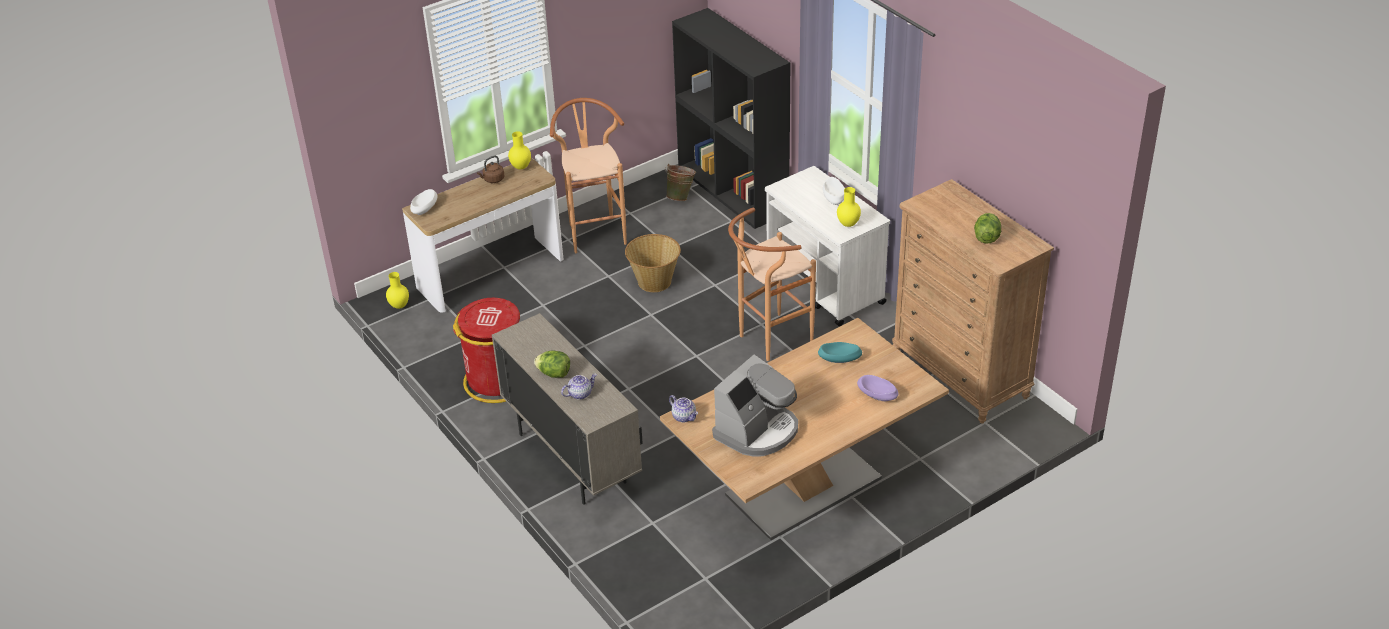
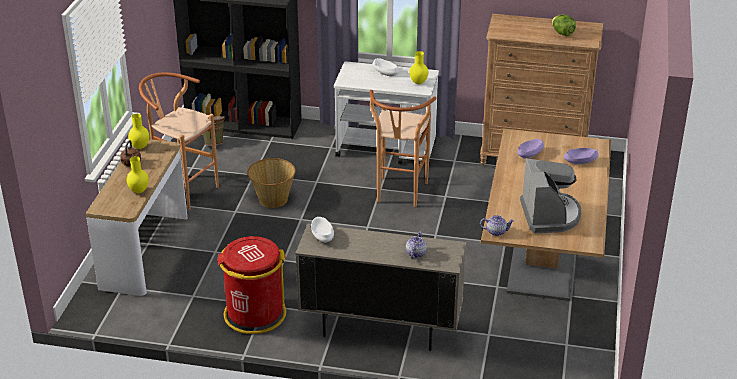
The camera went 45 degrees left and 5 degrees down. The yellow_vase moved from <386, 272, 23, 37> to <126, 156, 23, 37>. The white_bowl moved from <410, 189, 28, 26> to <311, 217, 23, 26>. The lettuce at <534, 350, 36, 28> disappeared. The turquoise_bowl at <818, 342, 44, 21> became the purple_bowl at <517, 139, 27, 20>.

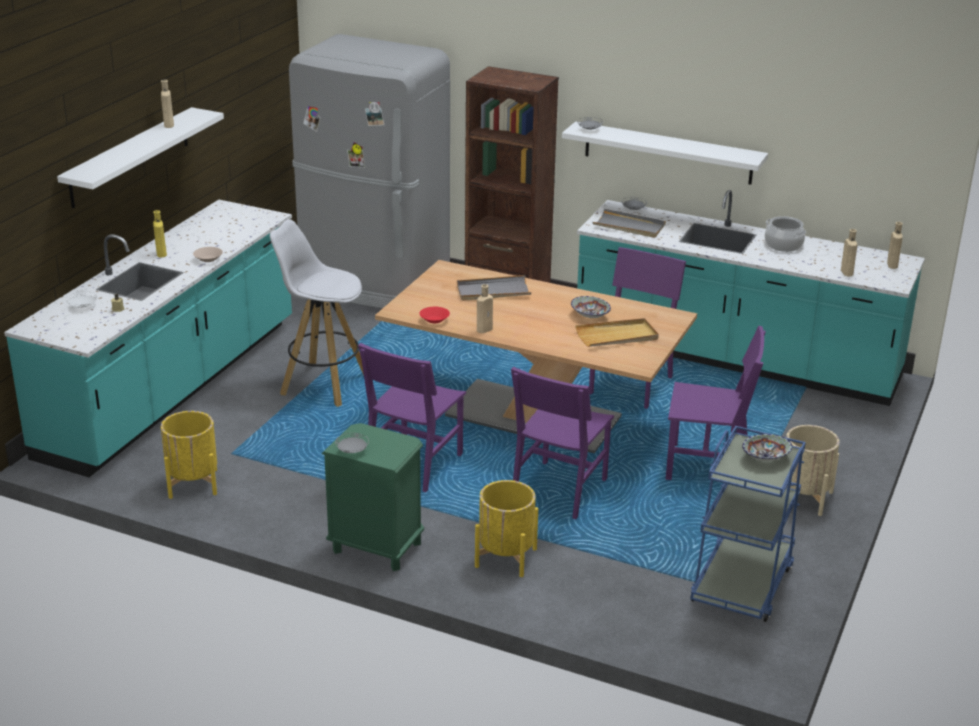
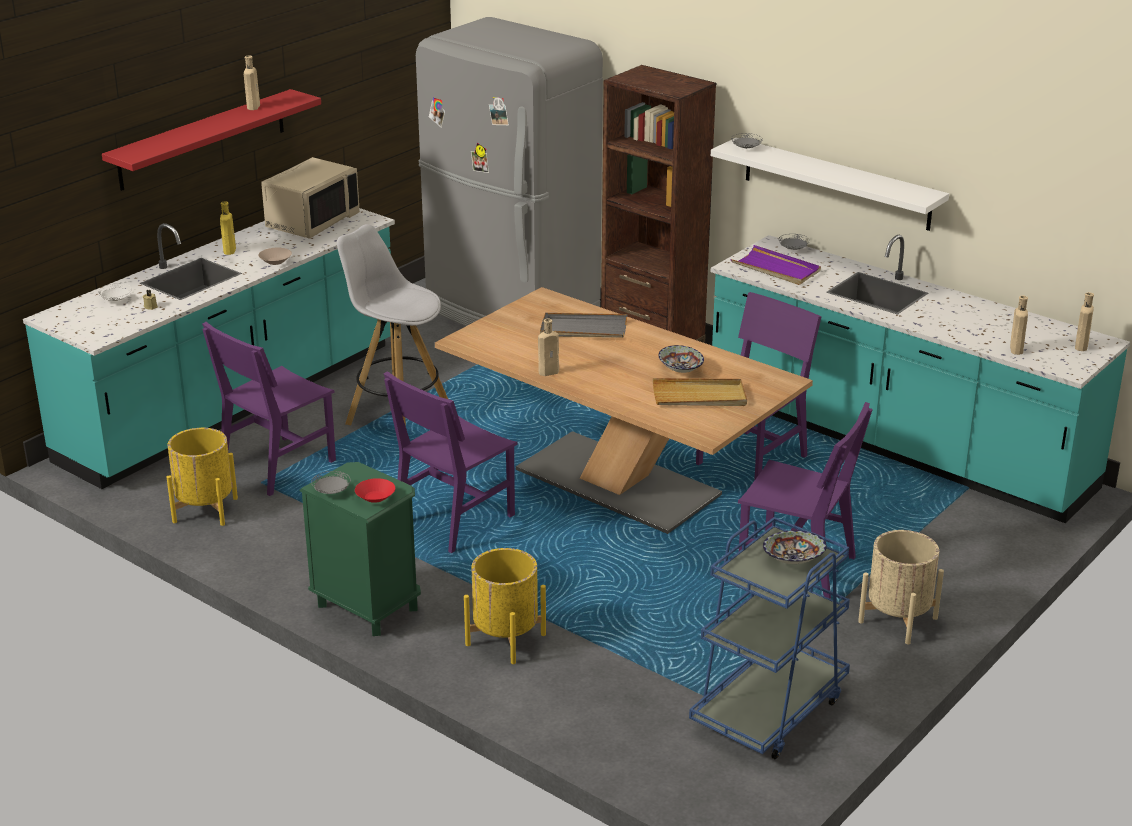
The camera went 15 degrees right and 0 degrees up. The white_shelf at <57, 107, 167, 101> became the red_shelf at <102, 89, 219, 102>. The red_bowl moved from <419, 307, 31, 16> to <355, 478, 40, 25>. The purple_chair moved from <511, 367, 103, 152> to <202, 322, 134, 174>. The grey_tray at <592, 209, 74, 29> became the purple_tray at <731, 245, 90, 40>. The cooking_pot at <765, 216, 41, 36> disappeared. The beige_microwave at <261, 157, 99, 82> appeared.

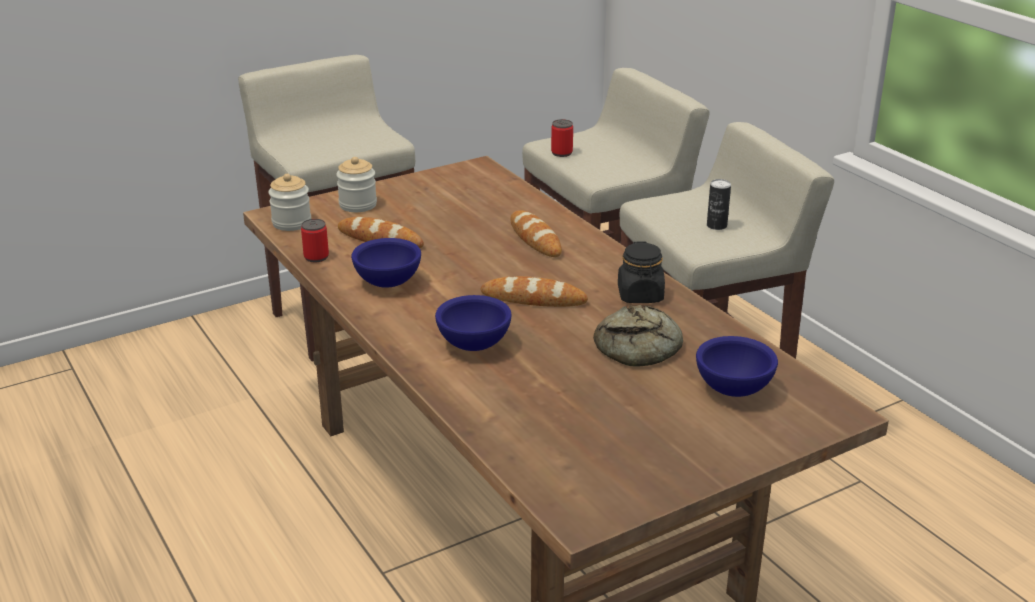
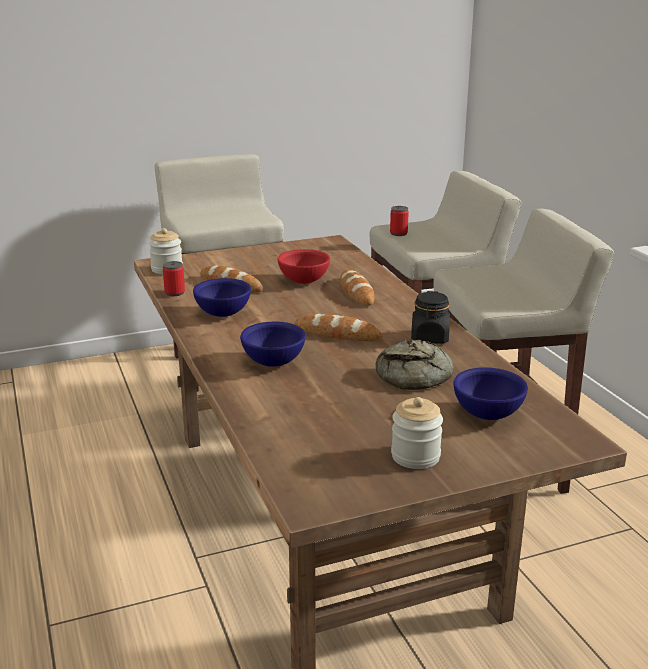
The camera went 10 degrees right and 5 degrees down. The jar moved from <336, 157, 41, 55> to <391, 397, 52, 72>. The can at <707, 179, 24, 51> disappeared. The red_bowl at <278, 249, 52, 35> appeared.

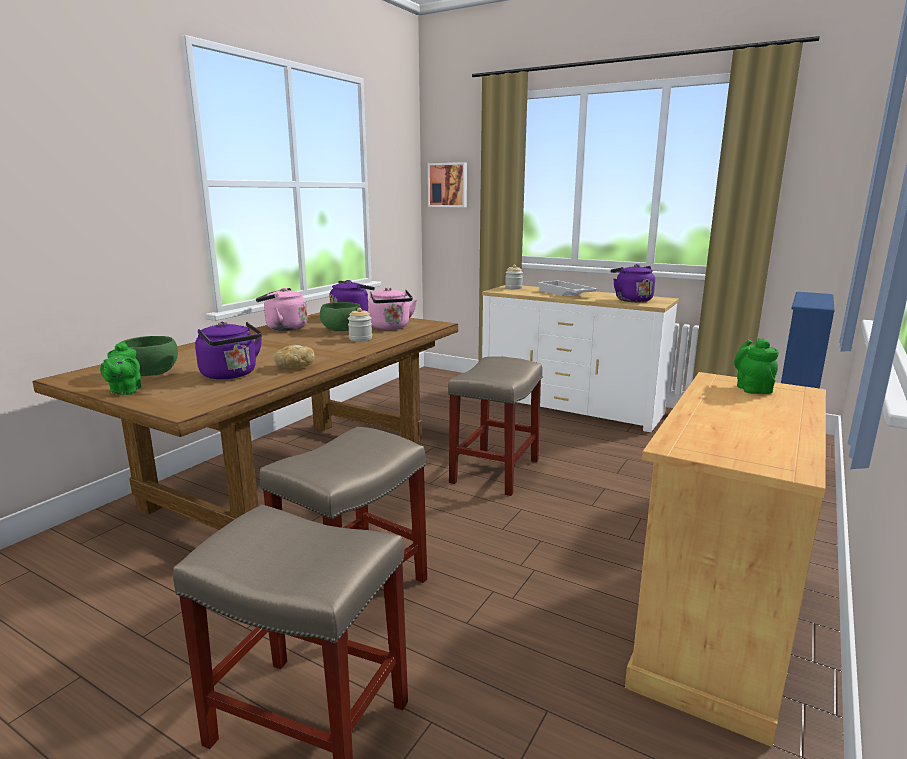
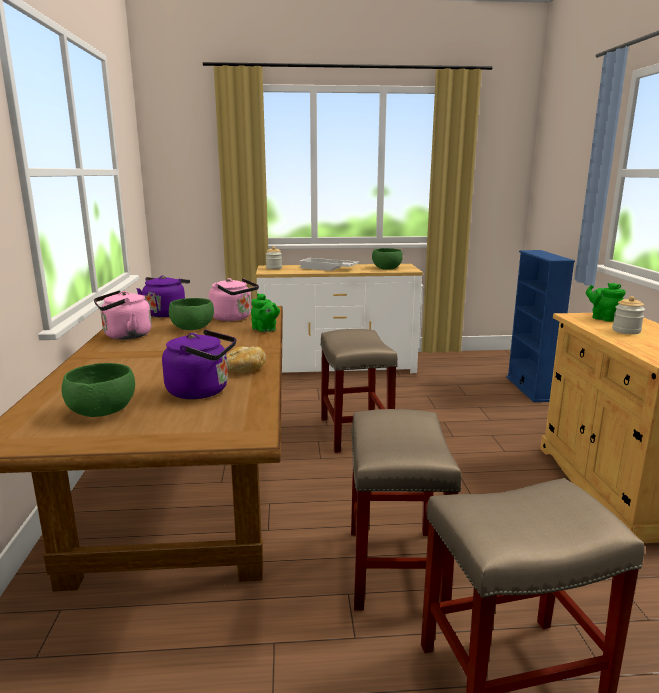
The camera went 35 degrees left and 0 degrees up. The green_teapot moved from <100, 341, 41, 54> to <251, 293, 29, 39>. The jar moved from <348, 308, 24, 33> to <612, 296, 33, 38>. The picture at <428, 162, 39, 45> disappeared. The purple_kettle at <611, 264, 44, 38> was replaced by the green_bowl at <372, 248, 31, 22>.

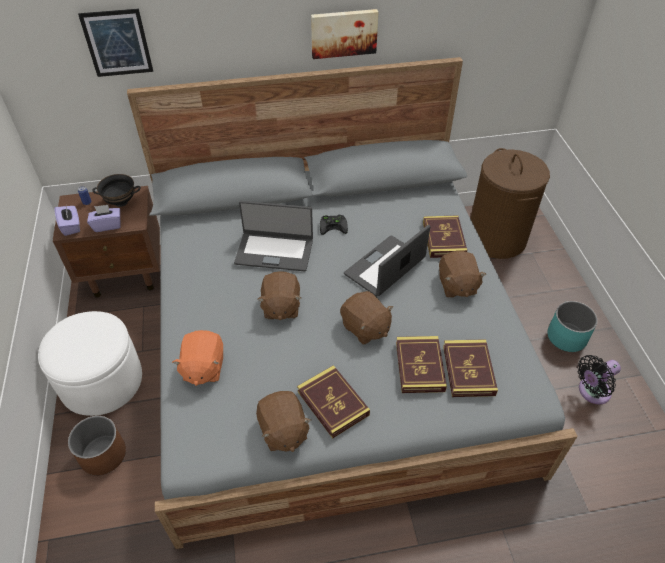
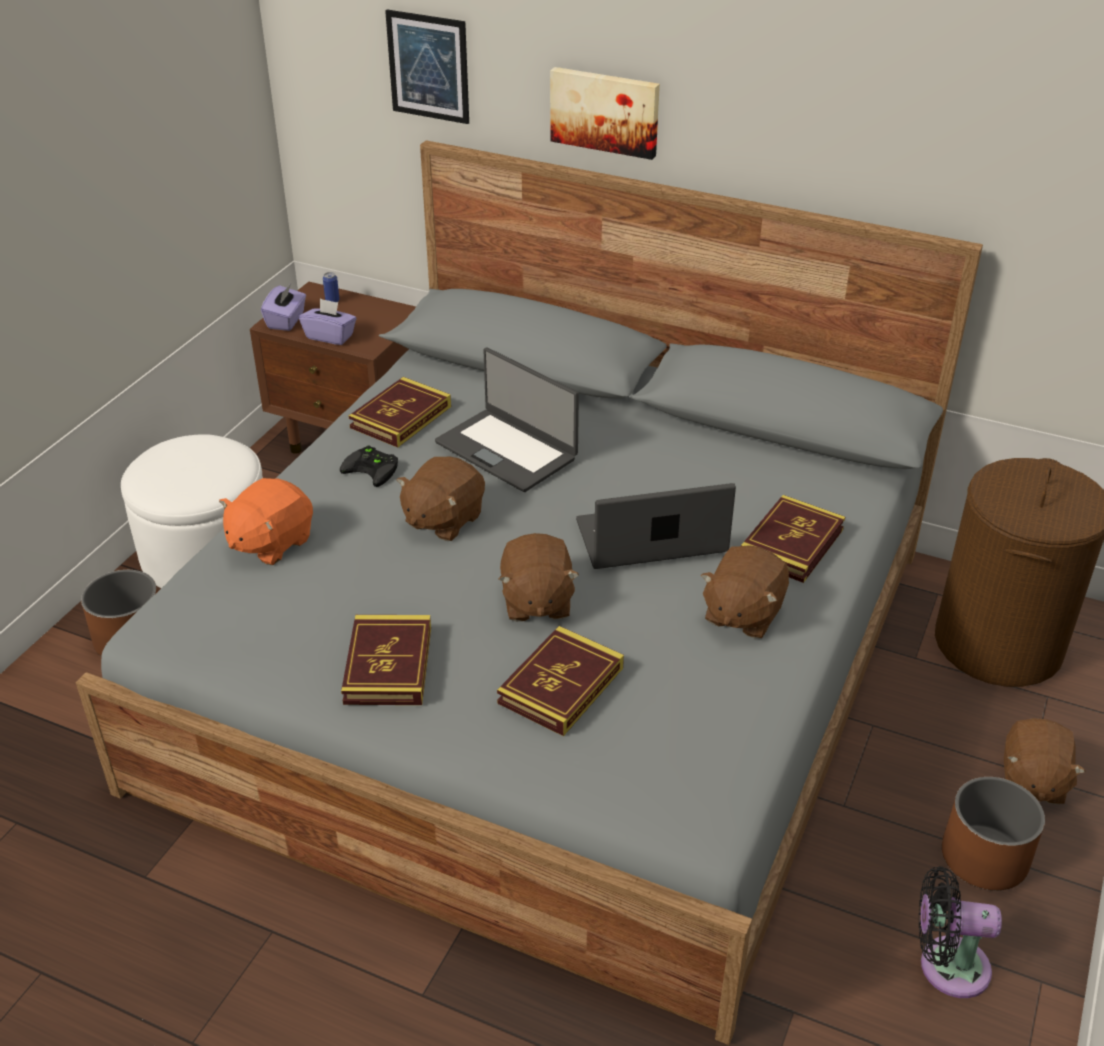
The camera went 35 degrees right and 10 degrees down. The black_bowl at <92, 174, 49, 33> disappeared. The brown_plush_toy moved from <256, 391, 55, 61> to <1004, 718, 82, 87>. The picture moved from <311, 9, 67, 50> to <550, 67, 110, 93>. The black_game_controller moved from <320, 215, 28, 20> to <340, 446, 58, 41>. The book moved from <443, 339, 55, 58> to <349, 377, 102, 71>. The turquoise_planter at <547, 301, 51, 51> became the brown_planter at <942, 777, 103, 114>.

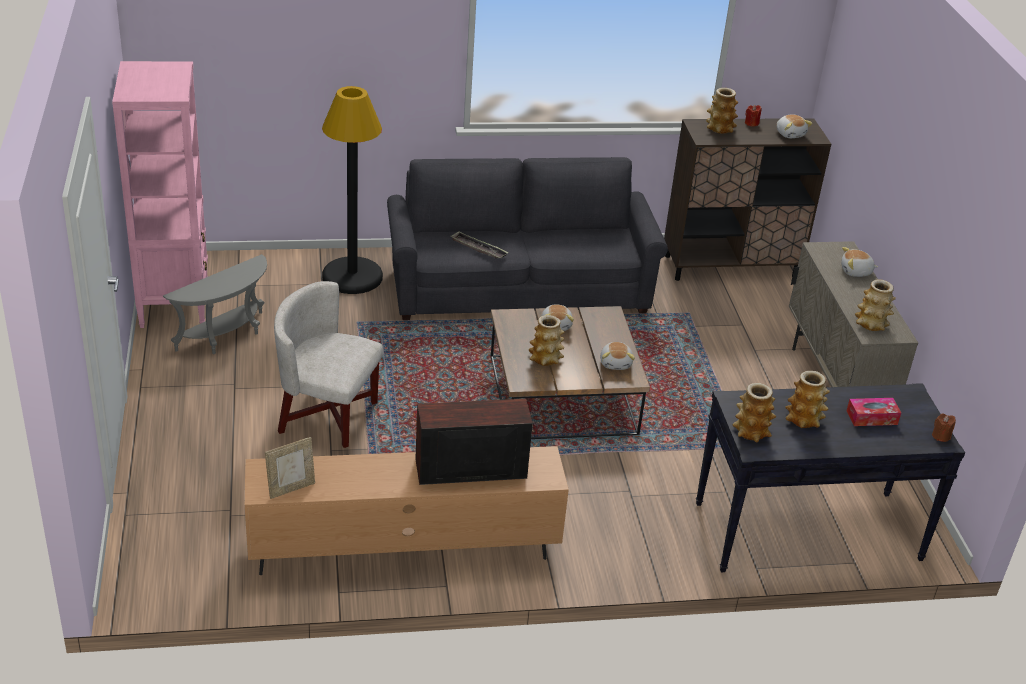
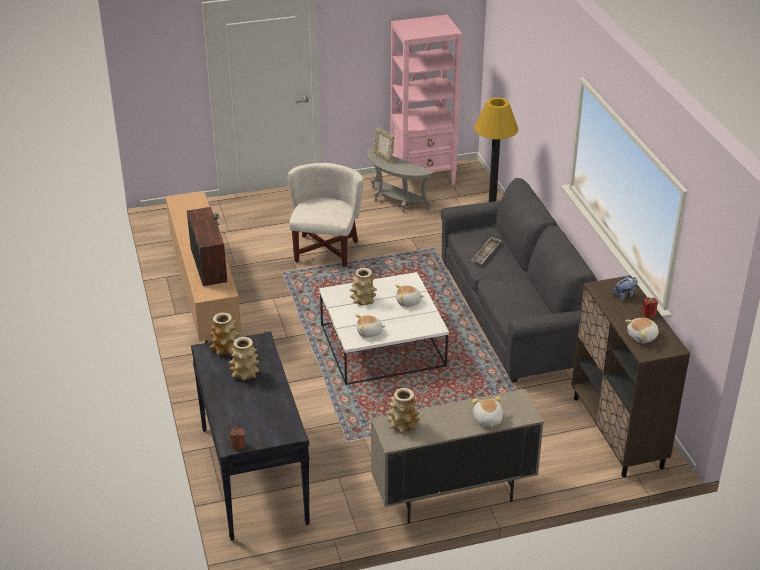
The camera went 85 degrees right and 0 degrees up. The picture_frame moved from <265, 437, 50, 62> to <374, 127, 20, 37>. The brown_coffee_table at <491, 306, 159, 133> became the white_coffee_table at <319, 272, 130, 113>. The vase at <706, 88, 32, 46> was replaced by the plush_toy at <613, 276, 25, 25>. The tissue_box at <846, 398, 55, 28> disappeared.

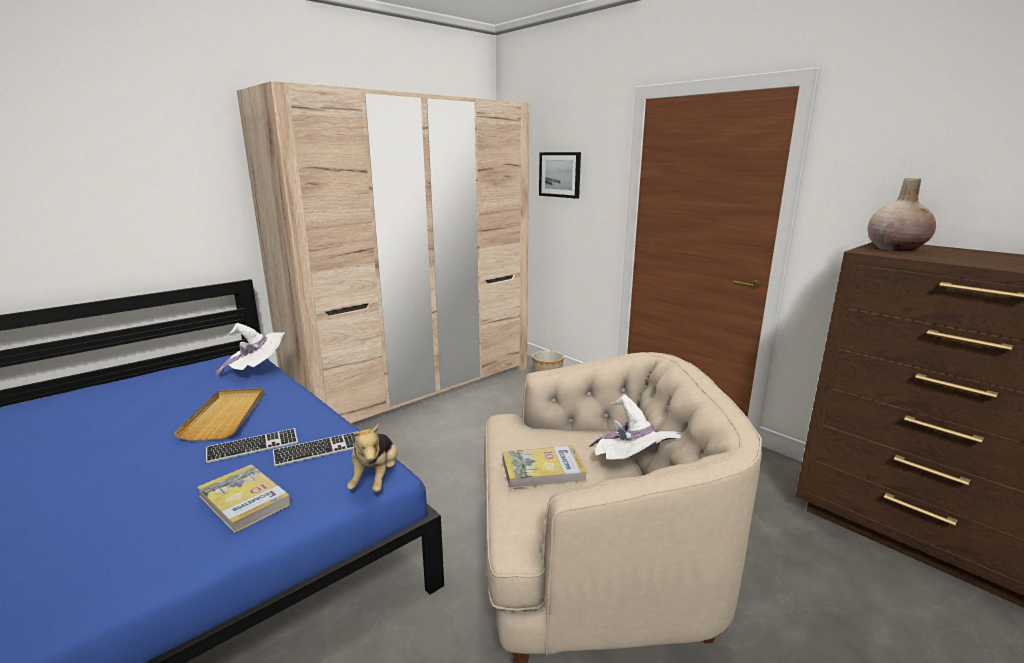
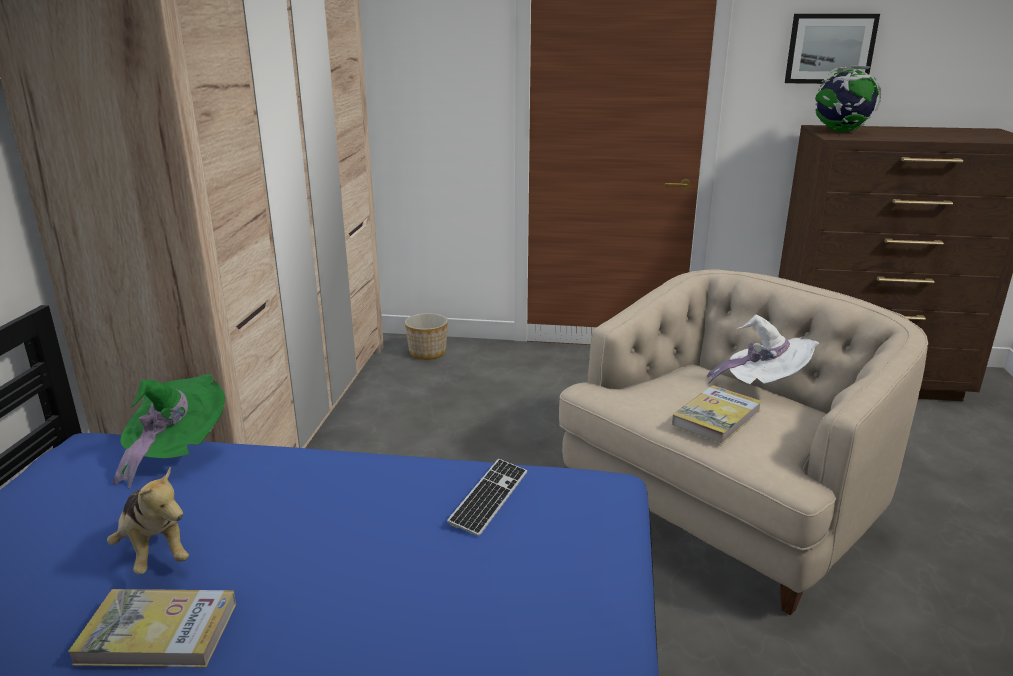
The camera went 40 degrees left and 5 degrees up. The beige_tray at <174, 388, 90, 53> disappeared. The book moved from <197, 464, 94, 69> to <68, 589, 168, 79>. The keyboard at <206, 428, 92, 35> disappeared. The white_hat at <215, 323, 70, 56> became the green_hat at <113, 374, 112, 115>. The plush_toy moved from <347, 424, 51, 68> to <107, 467, 82, 107>. The picture moved from <539, 152, 42, 47> to <785, 14, 95, 70>. The beige_vase at <867, 178, 69, 74> was replaced by the globe at <815, 66, 67, 66>.

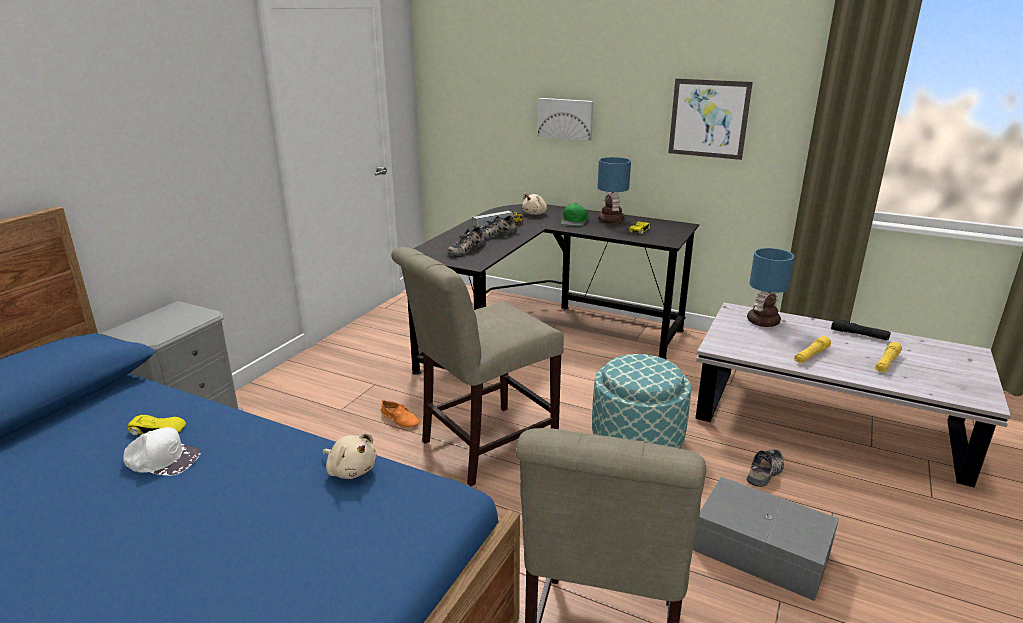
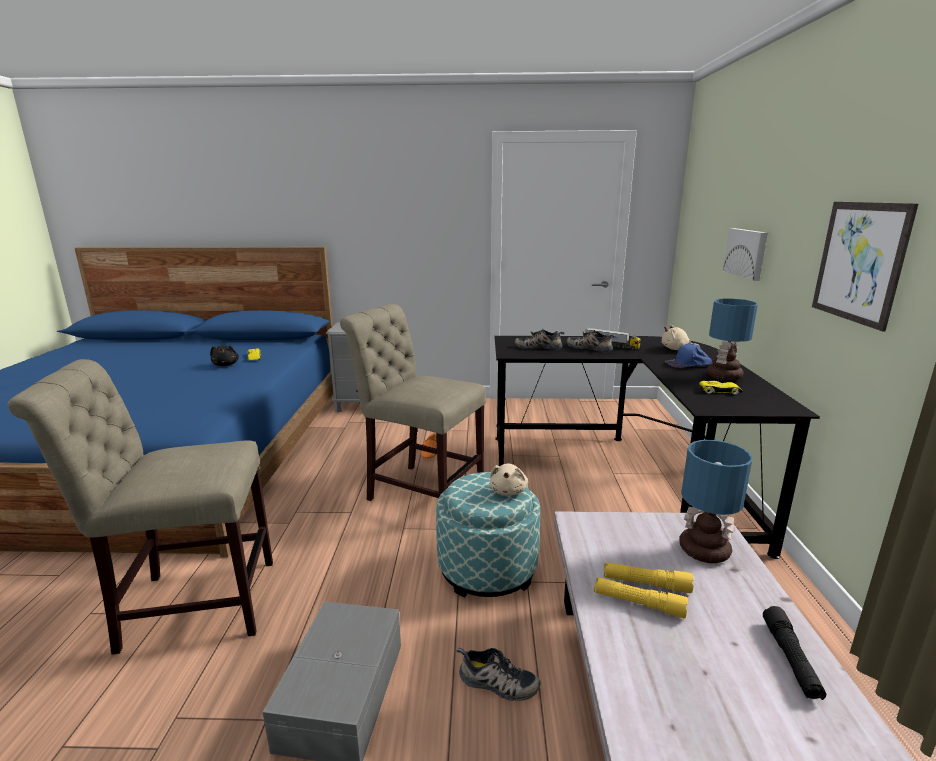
The camera went 65 degrees right and 5 degrees down. The white_cap at <123, 427, 78, 49> was replaced by the black_plush_toy at <210, 345, 29, 21>. The beige_plush_toy moved from <323, 433, 54, 46> to <490, 463, 38, 33>. The green_cap at <561, 203, 28, 23> became the blue_cap at <664, 344, 48, 24>. The yellow_flashlight moved from <875, 342, 27, 30> to <604, 562, 90, 31>.

